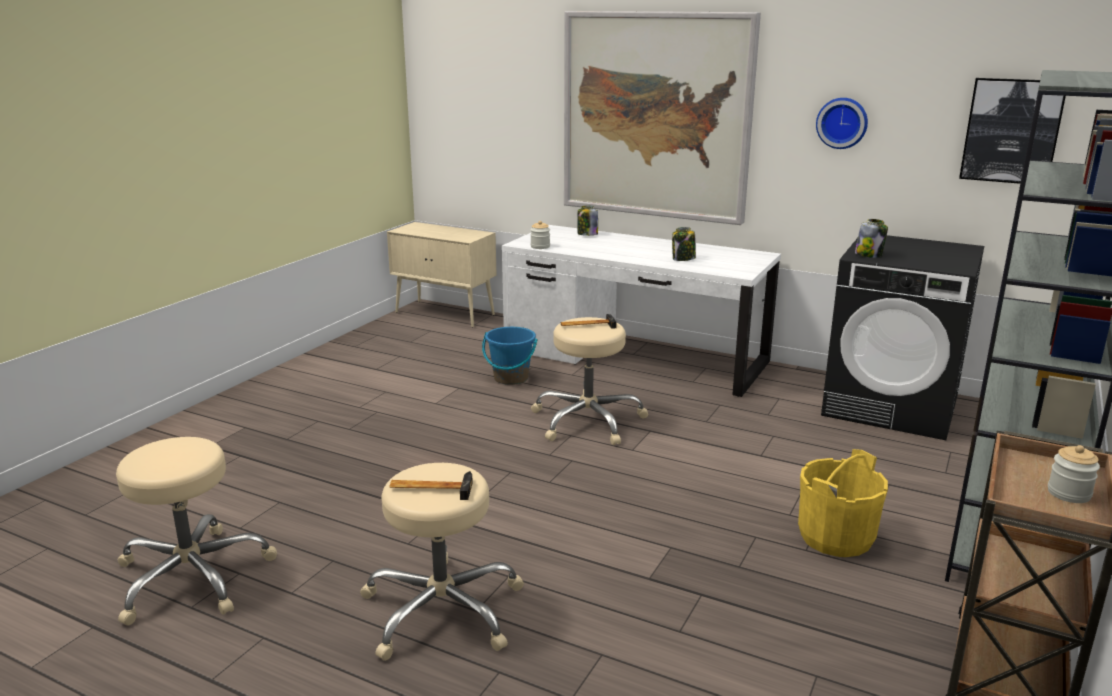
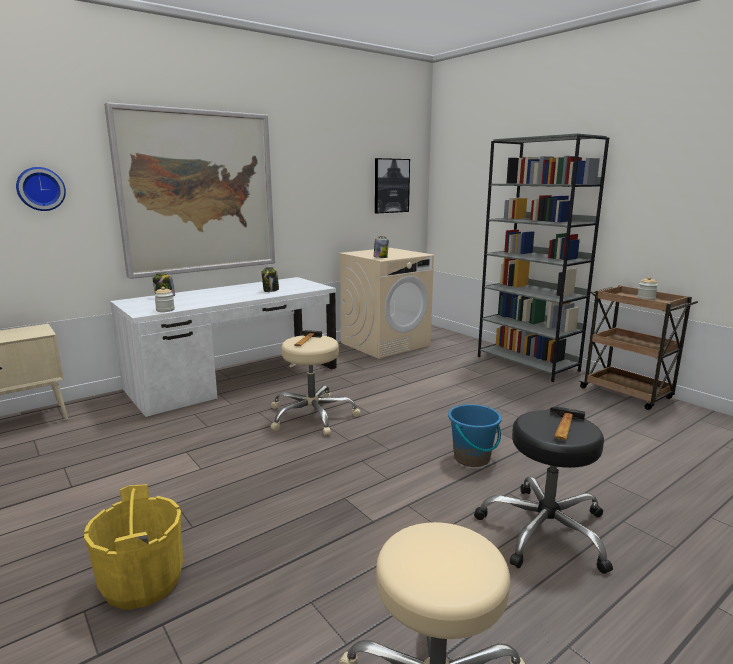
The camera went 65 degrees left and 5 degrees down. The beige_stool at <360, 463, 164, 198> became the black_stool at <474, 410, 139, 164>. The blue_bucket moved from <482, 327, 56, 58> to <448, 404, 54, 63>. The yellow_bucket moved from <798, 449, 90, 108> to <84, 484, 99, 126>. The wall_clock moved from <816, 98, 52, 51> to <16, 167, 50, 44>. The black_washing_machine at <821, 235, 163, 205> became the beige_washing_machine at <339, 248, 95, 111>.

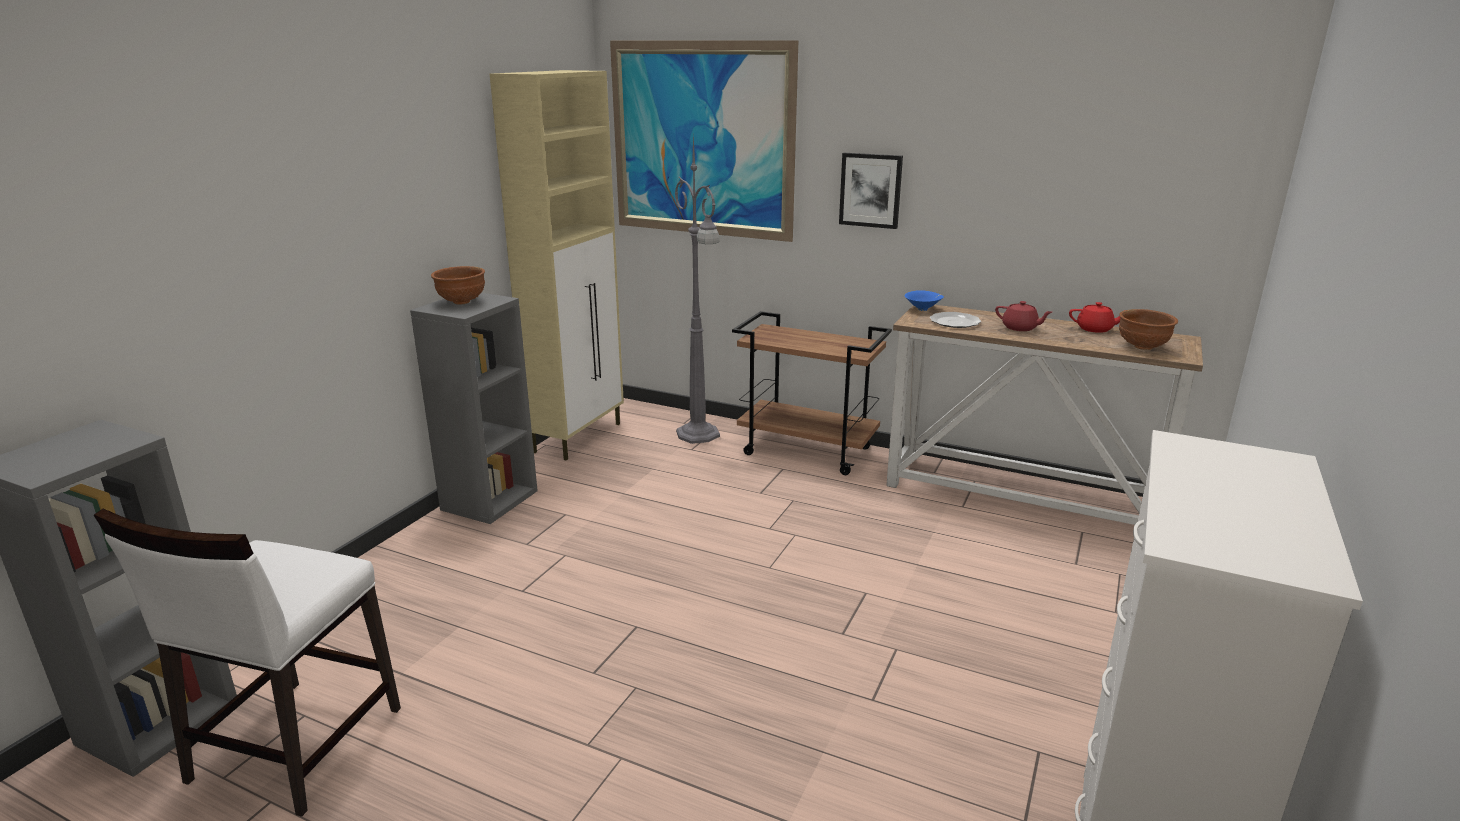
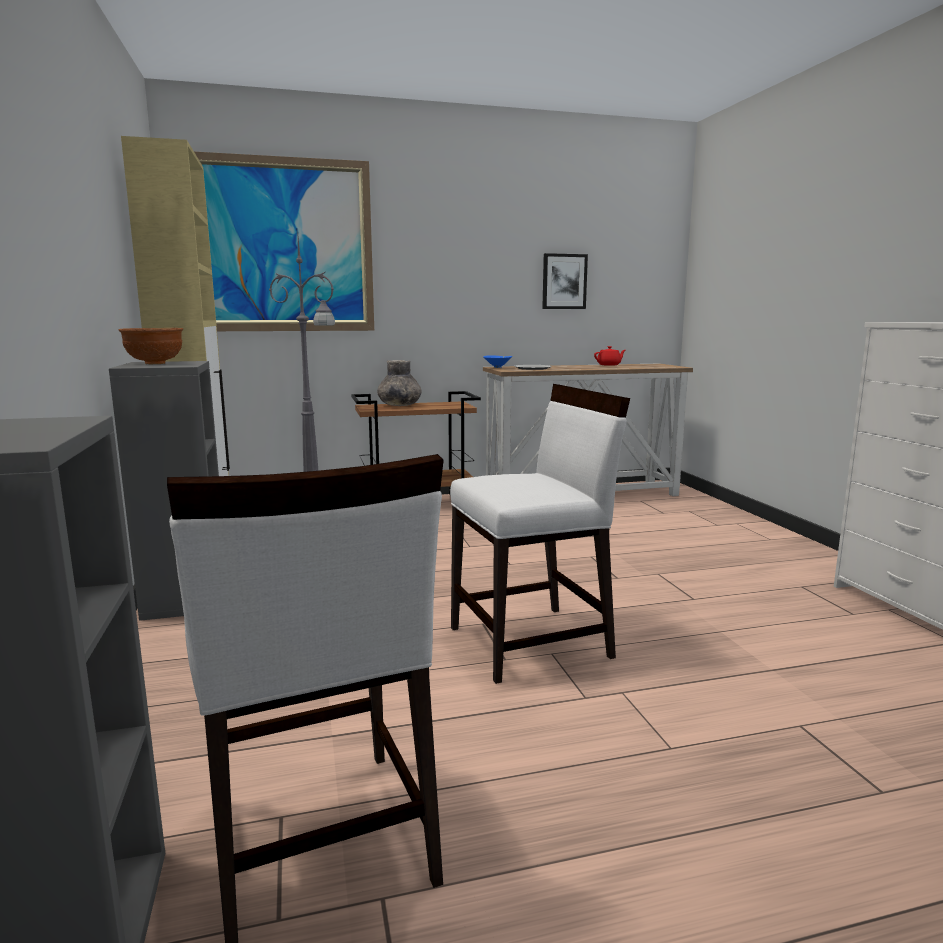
The camera went 40 degrees left and 10 degrees down. The picture moved from <839, 153, 64, 76> to <542, 253, 46, 56>. The red_teapot at <995, 301, 57, 30> disappeared. The brown_bowl at <1119, 309, 59, 41> disappeared. The grey_vase at <377, 360, 45, 46> appeared. The white_chair at <450, 384, 180, 300> appeared.

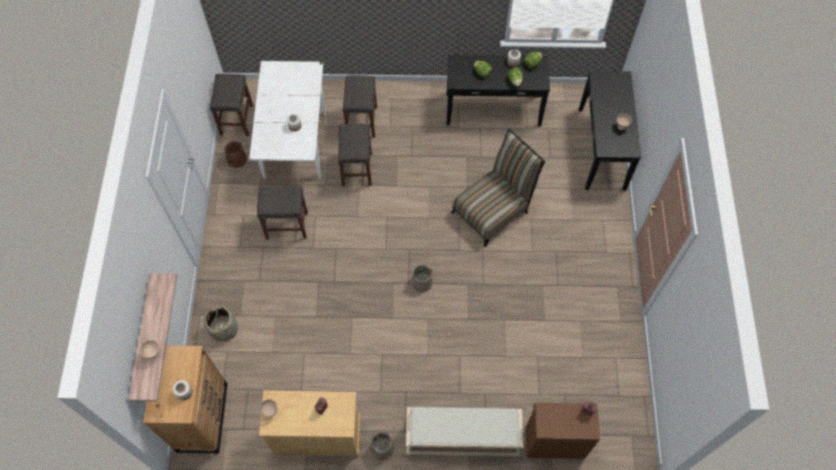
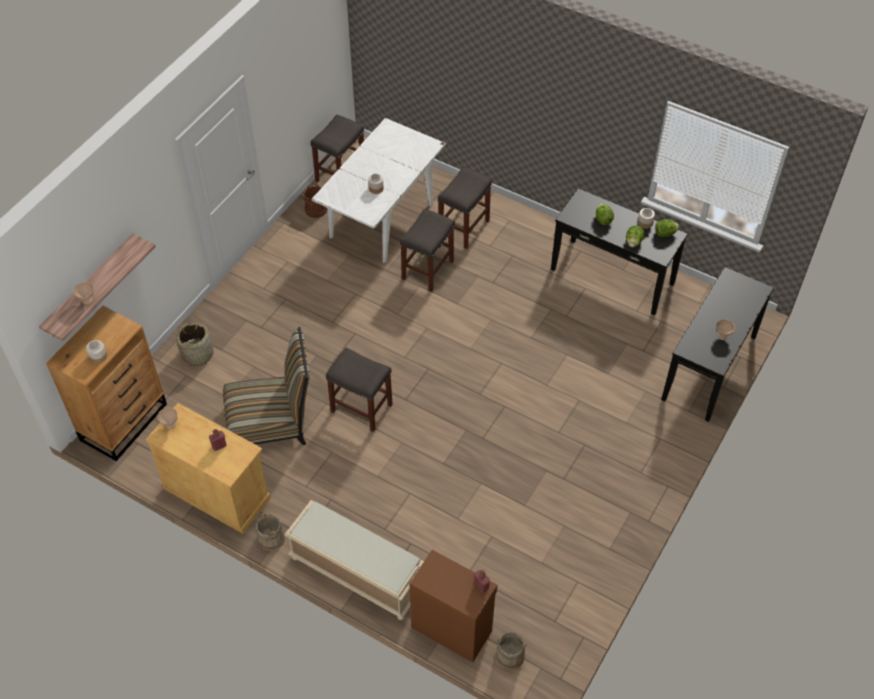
The camera went 30 degrees right and 10 degrees down. The grey_stool moved from <257, 186, 51, 53> to <326, 347, 67, 85>. The beige_bucket moved from <411, 265, 22, 27> to <496, 631, 31, 39>. The chair moved from <451, 128, 94, 119> to <223, 327, 87, 118>.

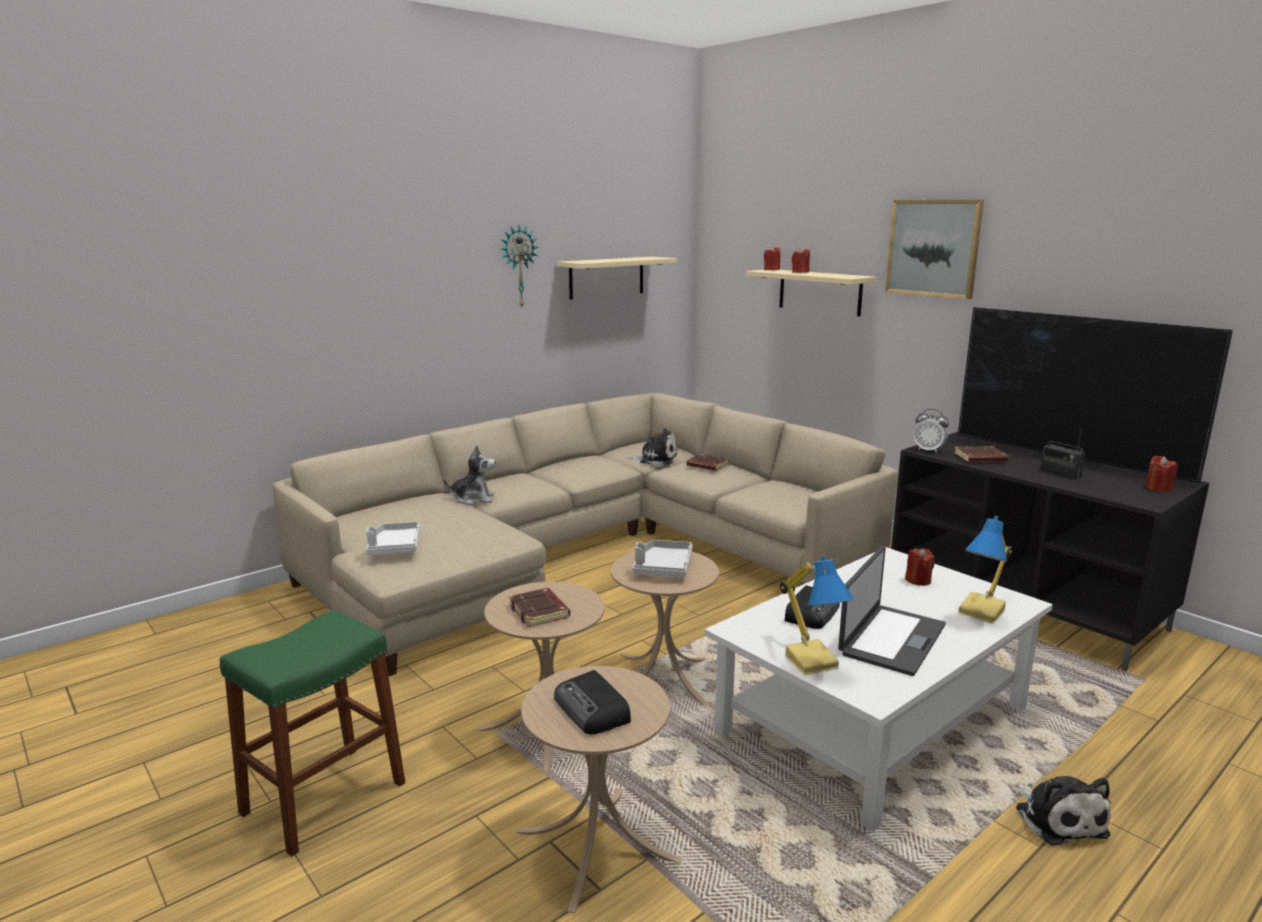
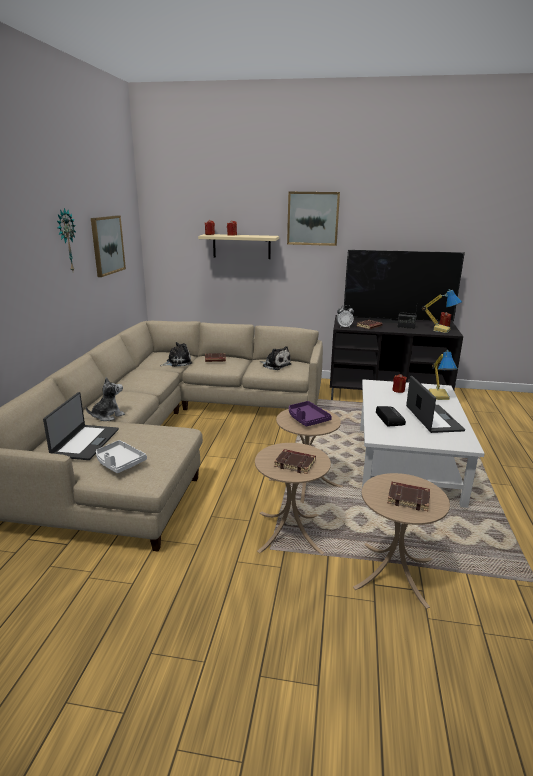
The camera went 40 degrees left and 5 degrees up. The green_stool at <220, 610, 185, 247> disappeared. The radio at <554, 670, 77, 64> was replaced by the brown_book at <387, 482, 43, 29>. The beige_shelf at <557, 257, 120, 43> was replaced by the picture at <91, 215, 35, 62>. The grey_tray at <633, 540, 60, 37> became the purple_tray at <289, 401, 43, 25>. The table_lamp moved from <780, 555, 74, 120> to <422, 289, 40, 44>. The plush_toy moved from <1016, 776, 95, 70> to <260, 346, 31, 24>. The laptop at <43, 392, 76, 68> appeared.

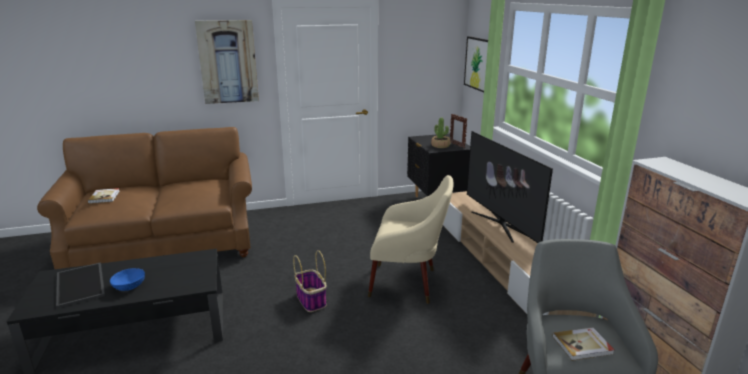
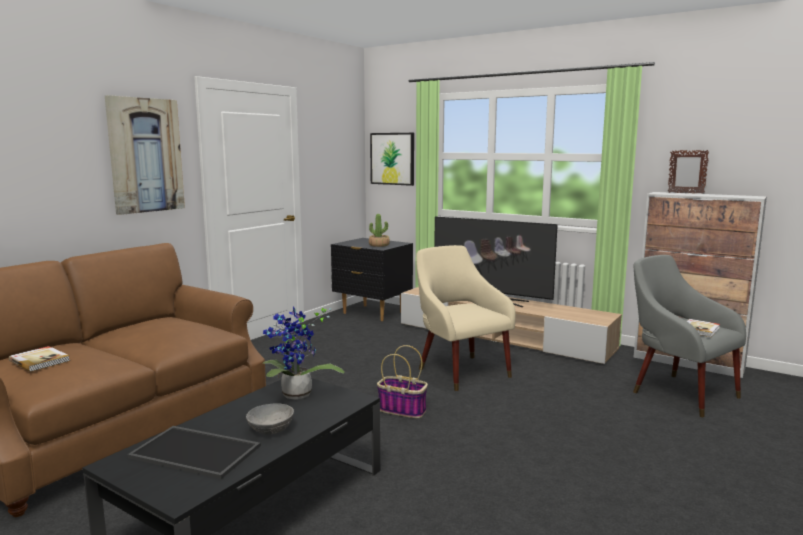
The camera went 40 degrees left and 10 degrees down. The blue_bowl at <110, 268, 35, 23> became the grey_bowl at <246, 403, 48, 31>. The beige_armchair at <368, 175, 85, 129> turned 90 degrees counterclockwise. The picture_frame moved from <450, 114, 17, 34> to <668, 150, 41, 44>. The potted_plant at <262, 306, 82, 94> appeared.

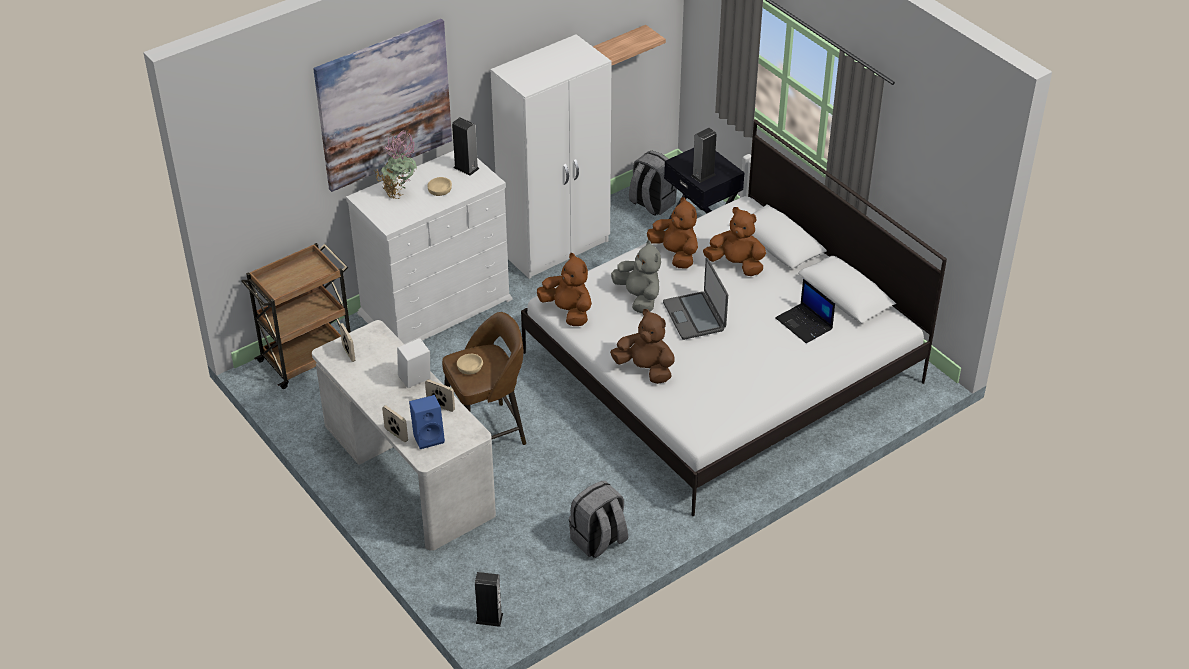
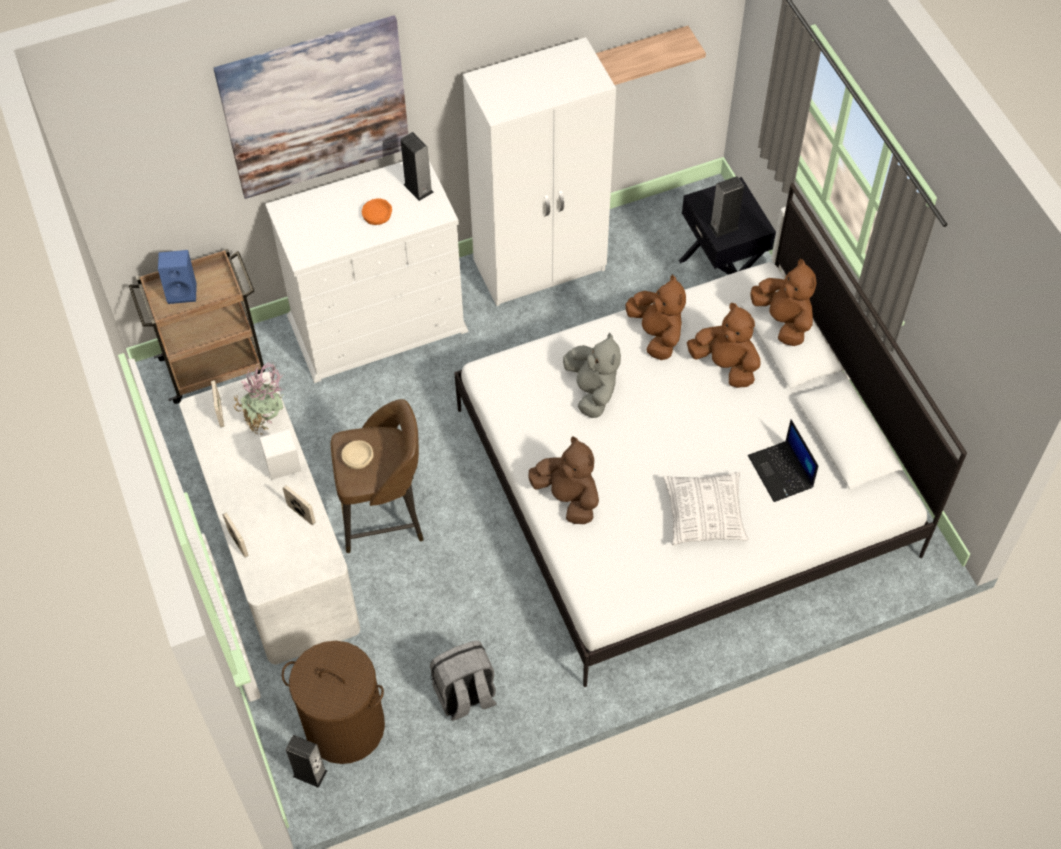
The camera went 15 degrees right and 15 degrees up. The potted_plant moved from <374, 130, 44, 69> to <233, 363, 51, 72>. The blue_speaker moved from <409, 395, 36, 54> to <158, 250, 39, 54>. The beige_bowl at <428, 177, 24, 19> became the orange_bowl at <362, 199, 30, 26>. The brown_plush_toy moved from <537, 253, 55, 73> to <750, 259, 66, 87>. The grey_backpack at <629, 151, 48, 65> disappeared. The laptop at <663, 258, 65, 82> disappeared. The brown_laundry_basket at <282, 641, 103, 123> appeared. The pillow at <663, 472, 86, 74> appeared.

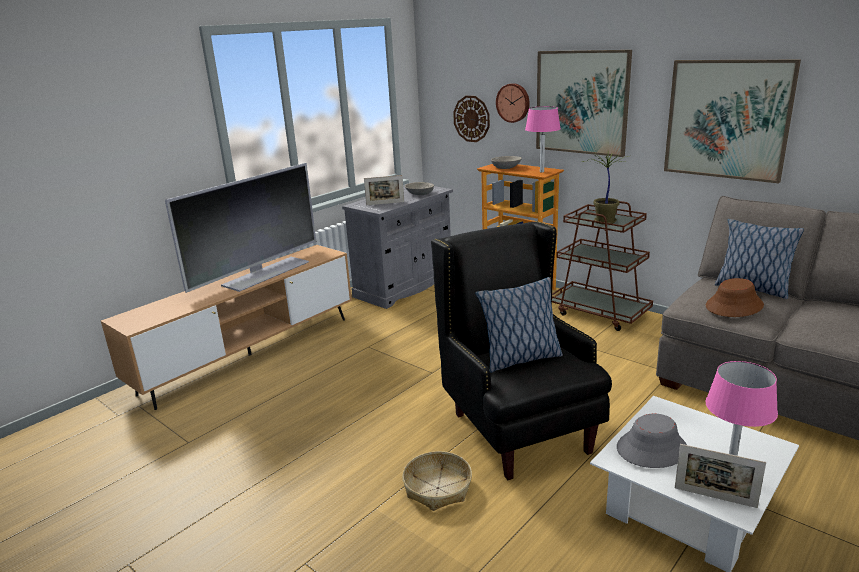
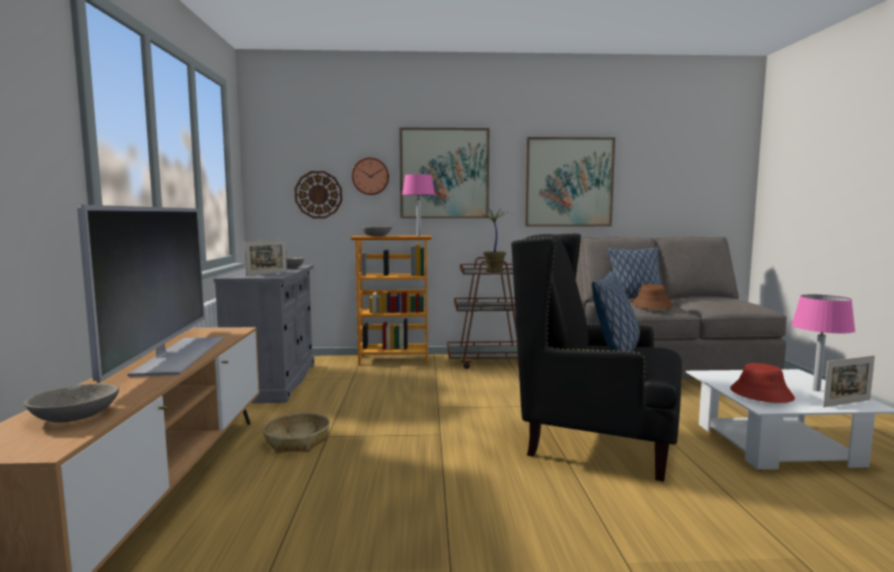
The camera went 45 degrees left and 15 degrees down. The basket moved from <402, 451, 70, 60> to <263, 413, 67, 40>. The grey_hat at <617, 414, 70, 54> became the red_hat at <730, 363, 65, 40>. The grey_bowl at <24, 384, 95, 39> appeared.

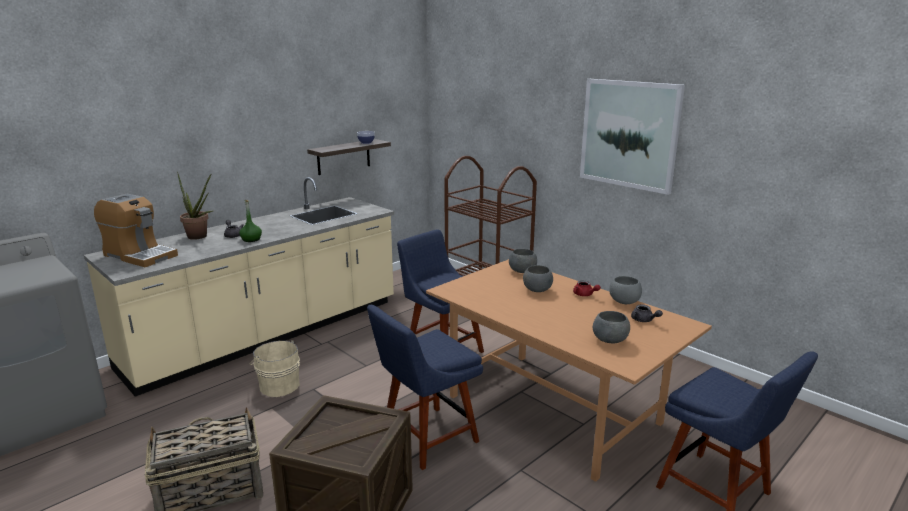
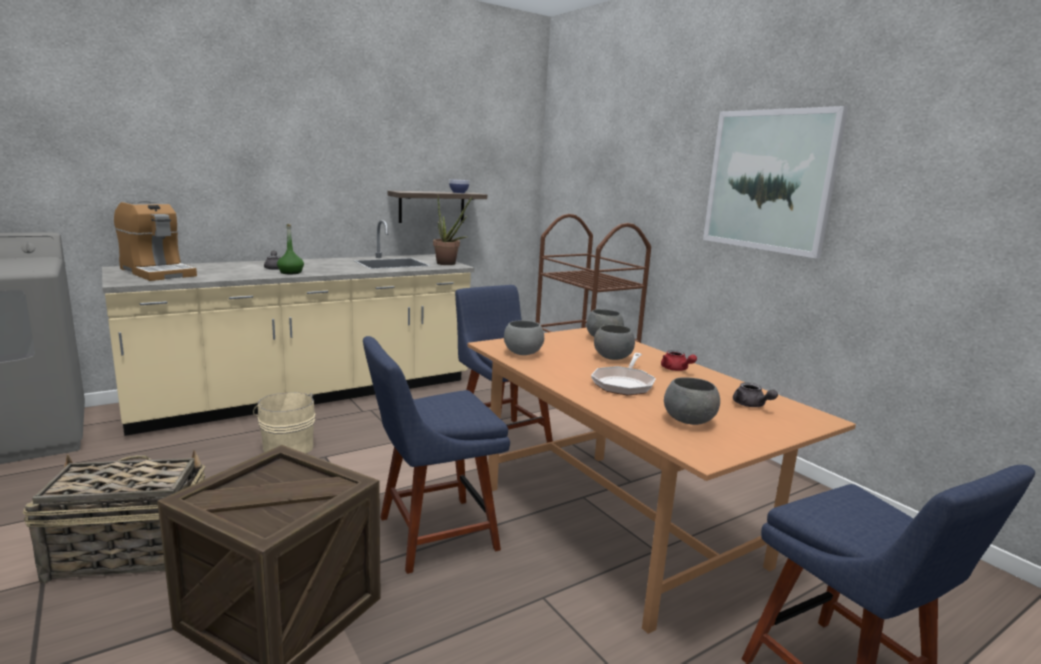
The camera went 10 degrees right and 5 degrees down. The potted_plant moved from <177, 172, 36, 68> to <433, 196, 40, 69>. The grey_bowl moved from <609, 276, 33, 28> to <504, 320, 40, 35>. The frying_pan at <591, 353, 65, 42> appeared.

